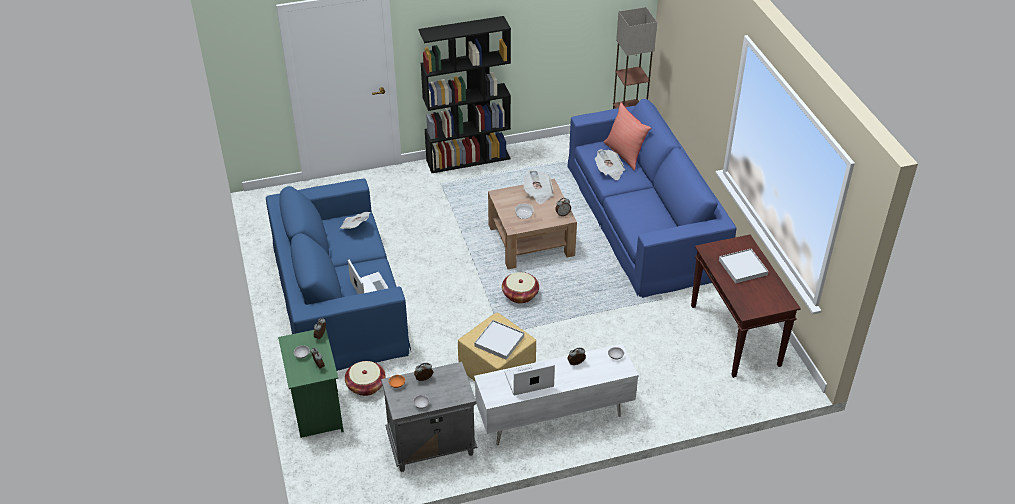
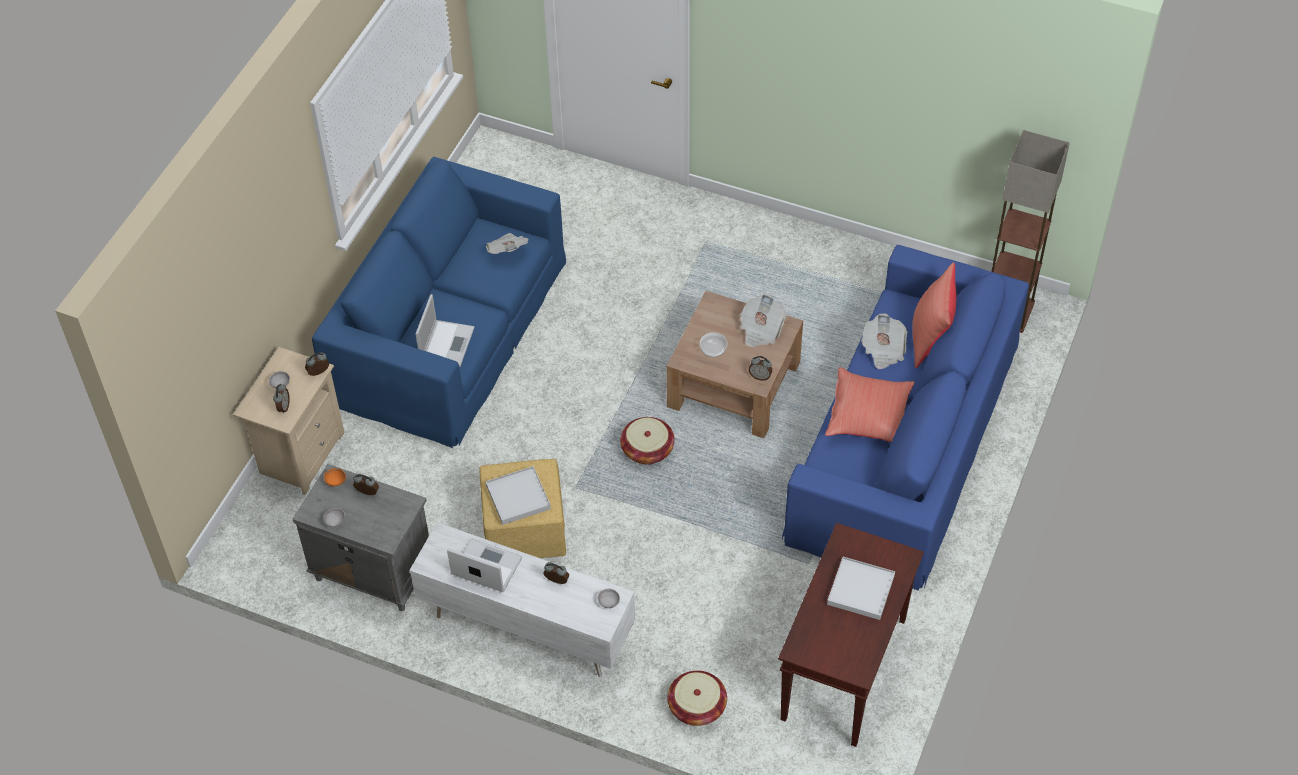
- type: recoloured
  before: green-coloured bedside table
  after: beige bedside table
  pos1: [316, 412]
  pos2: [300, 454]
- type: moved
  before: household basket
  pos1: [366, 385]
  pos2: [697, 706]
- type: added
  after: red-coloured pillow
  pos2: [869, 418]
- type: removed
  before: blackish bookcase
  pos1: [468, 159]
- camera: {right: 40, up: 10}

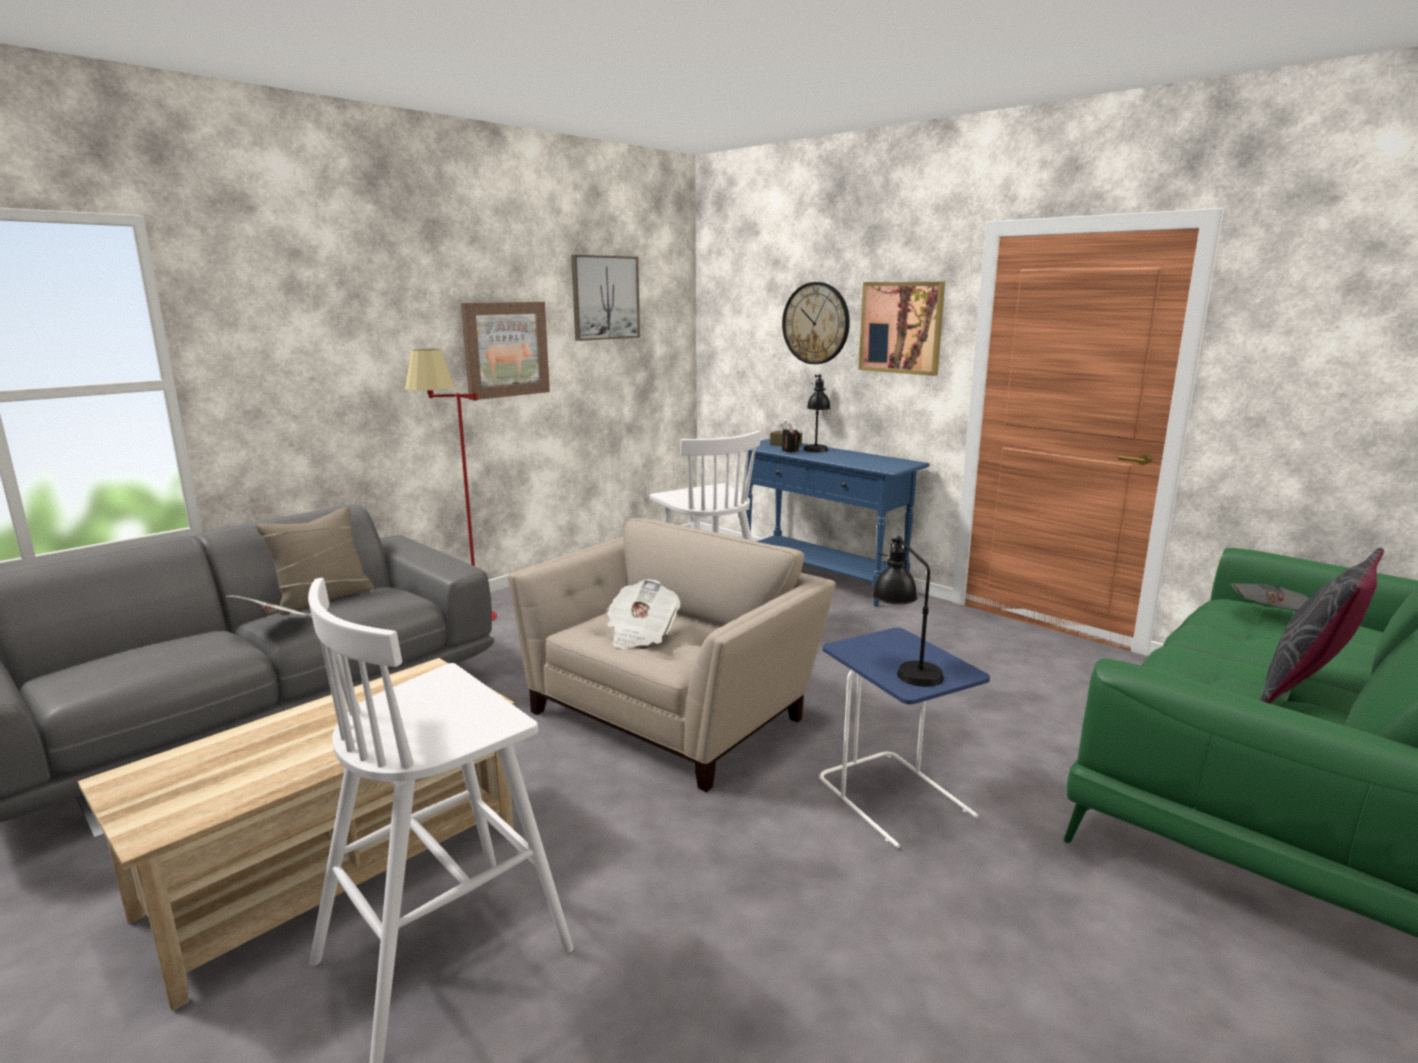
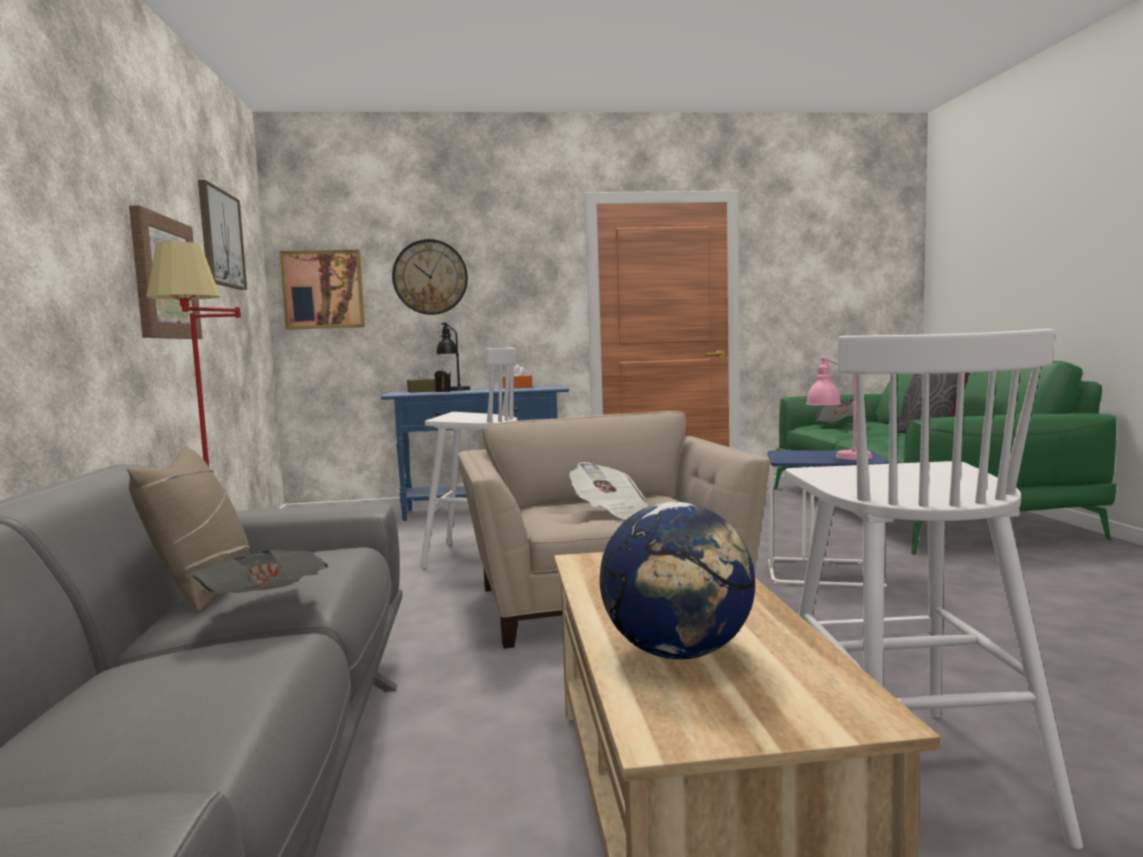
- type: moved
  before: wall art
  pos1: [901, 327]
  pos2: [323, 290]
- type: added
  after: orangey tissue box
  pos2: [517, 387]
- type: added
  after: globe
  pos2: [678, 652]
- type: recoloured
  before: blackish tabletop lamp
  after: pinkish tabletop lamp
  pos1: [903, 668]
  pos2: [838, 457]
- camera: {right: -50, up: -10}

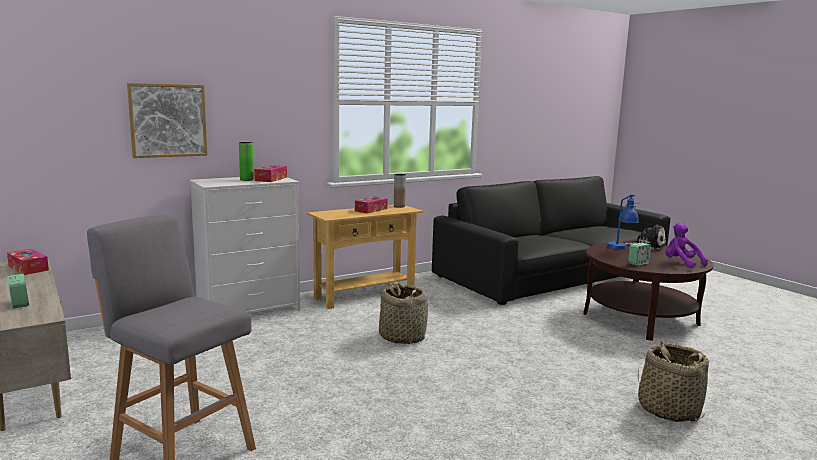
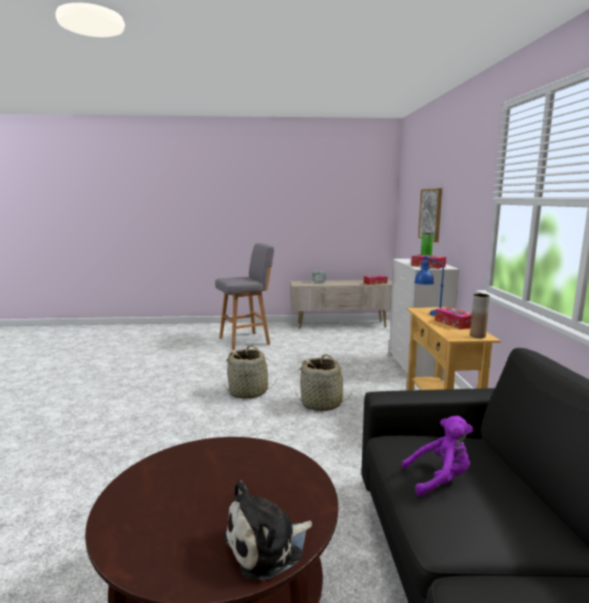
- type: moved
  before: household basket
  pos1: [668, 409]
  pos2: [248, 392]
- type: moved
  before: purplish soft toy
  pos1: [681, 263]
  pos2: [439, 480]
- type: moved
  before: blue-coloured tabletop lamp
  pos1: [621, 248]
  pos2: [430, 313]
- type: removed
  before: bedside clock
  pos1: [638, 263]
- camera: {right: 120, up: 0}

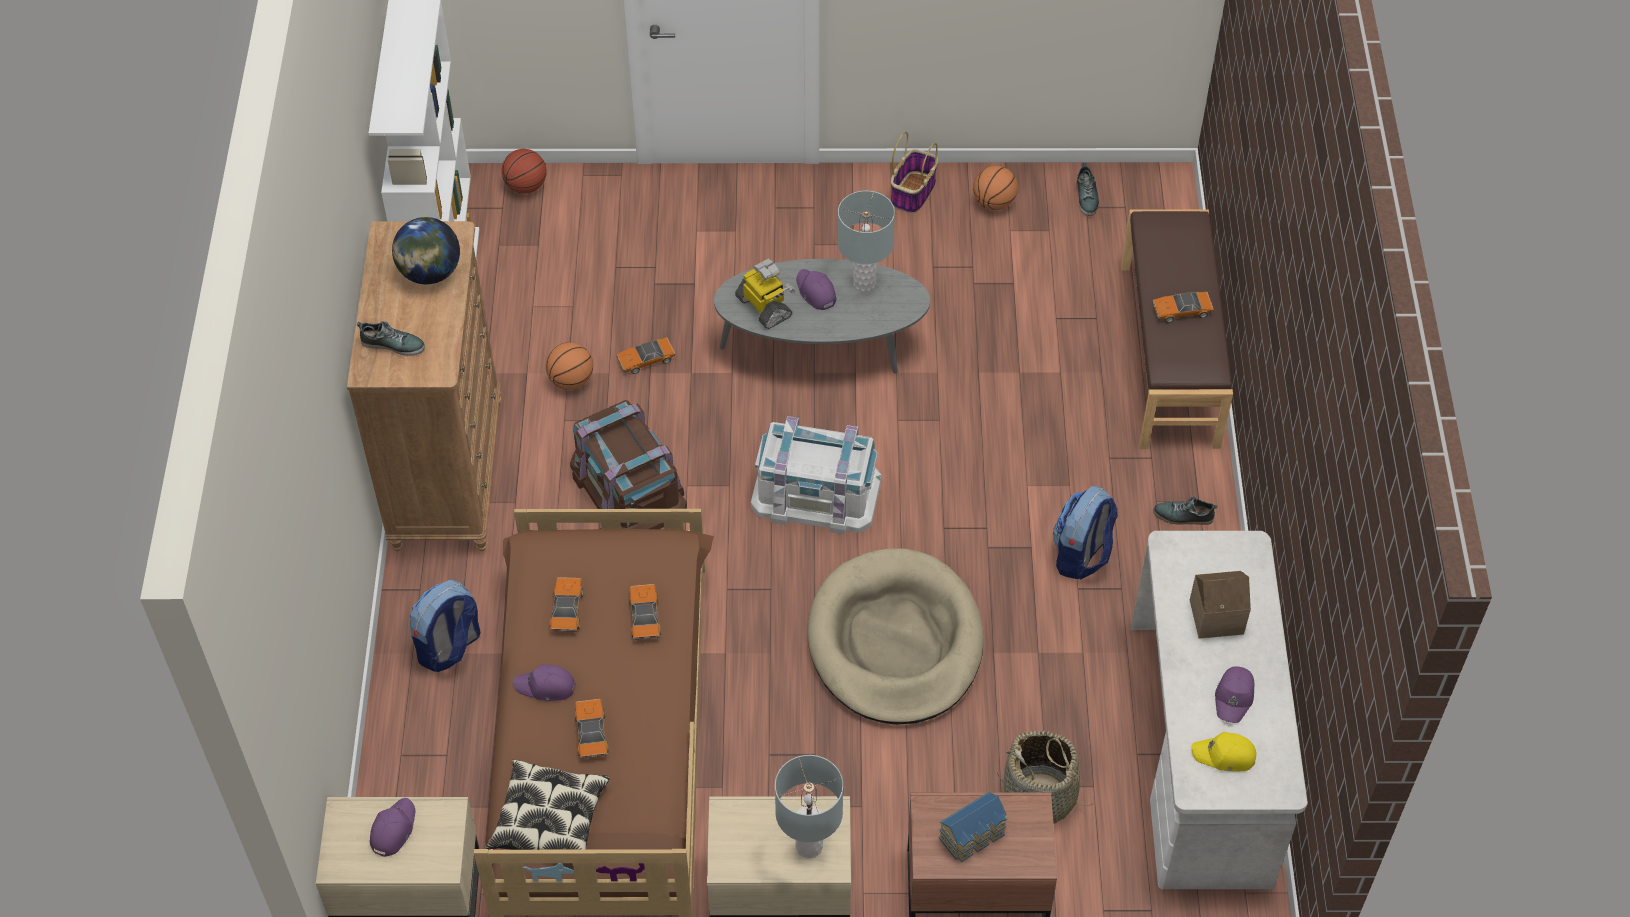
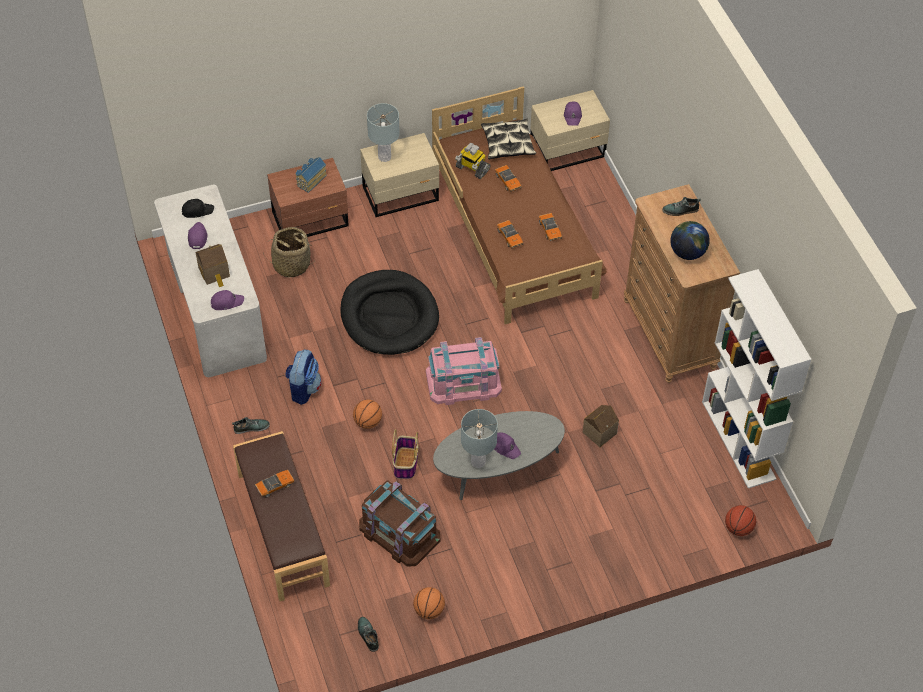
- type: recoloured
  before: yellowish cap
  after: blackish cap
  pos1: [1224, 756]
  pos2: [197, 210]
- type: moved
  before: purplish cap
  pos1: [546, 687]
  pos2: [226, 302]
- type: recoloured
  before: beige dog cushion
  after: blackish dog cushion
  pos1: [895, 642]
  pos2: [389, 316]
- type: moved
  before: basketball
  pos1: [571, 380]
  pos2: [368, 422]
- type: moved
  before: brown-coloured storage container
  pos1: [627, 487]
  pos2: [400, 531]
- type: moved
  before: household basket
  pos1: [913, 192]
  pos2: [406, 464]
- type: recoloured
  before: white-coloured storage container
  after: pinkish storage container
  pos1: [816, 492]
  pos2: [463, 382]
- type: moved
  before: model robot
  pos1: [765, 307]
  pos2: [472, 168]
- type: replaced
  before: miniature car
  after: toy house
  pos1: [646, 360]
  pos2: [598, 432]
- type: removed
  before: backpack
  pos1: [449, 648]
- camera: {right: 160, up: 0}

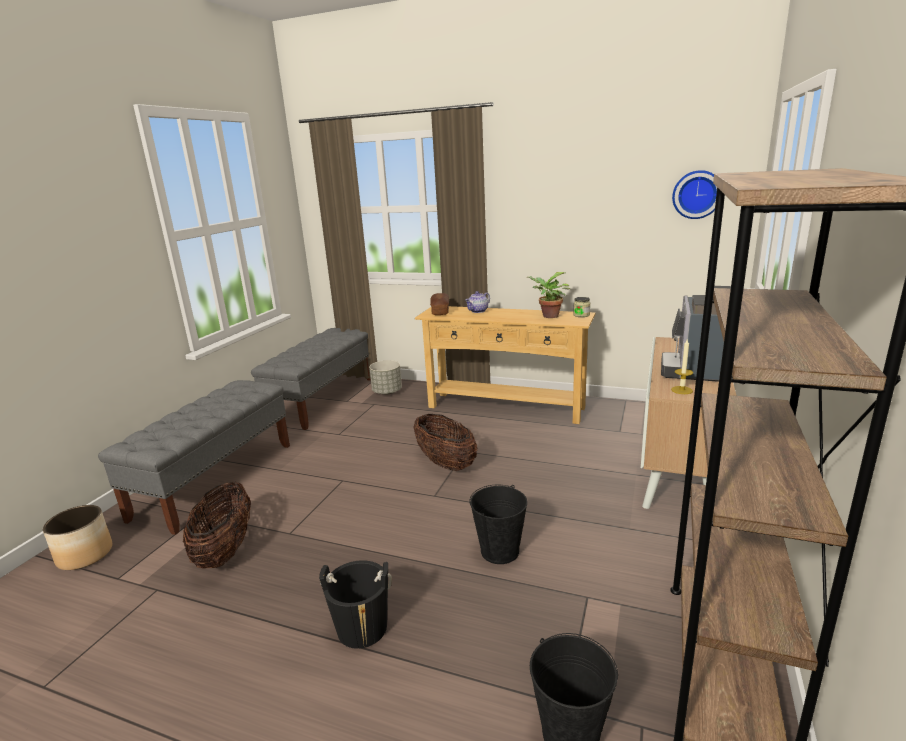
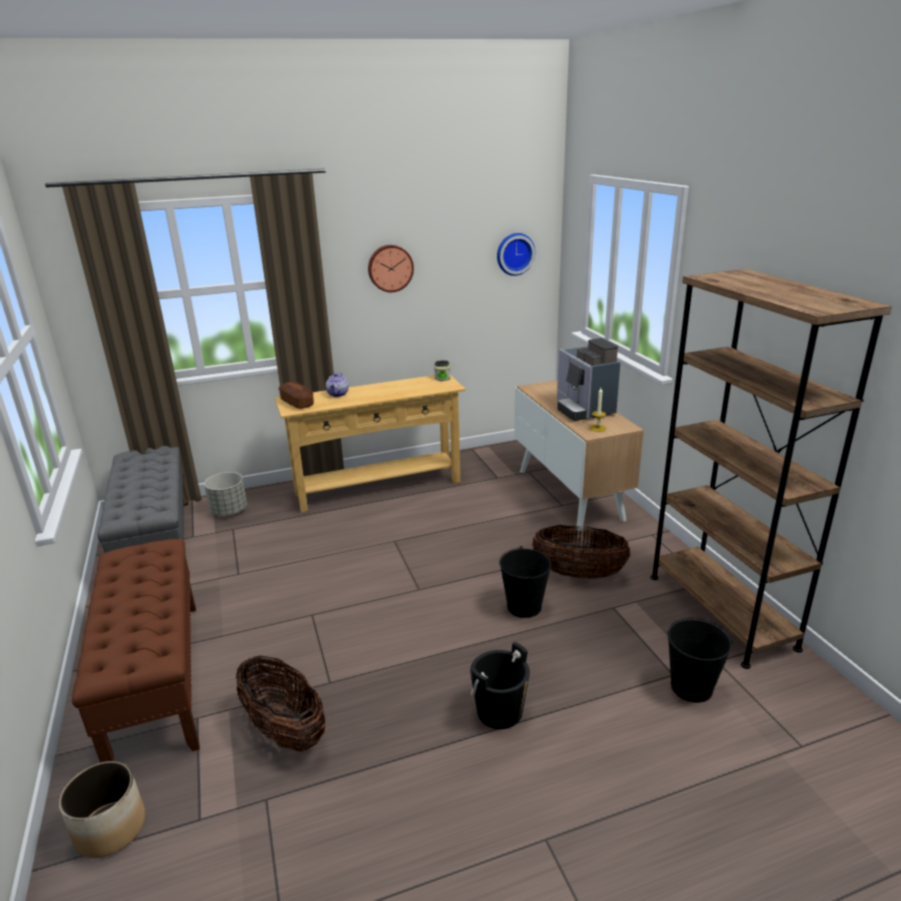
- type: recoloured
  before: greyish indoor bench
  after: brown-coloured indoor bench
  pos1: [216, 479]
  pos2: [156, 679]
- type: added
  after: hanging clock
  pos2: [390, 268]
- type: moved
  before: household basket
  pos1: [445, 463]
  pos2: [578, 574]
- type: removed
  before: potted plant
  pos1: [548, 316]
- camera: {right: -40, up: 5}

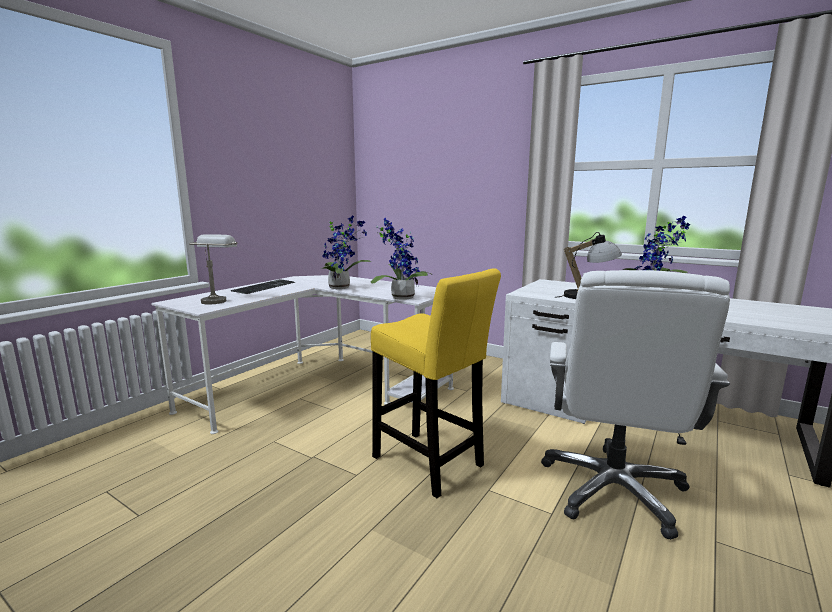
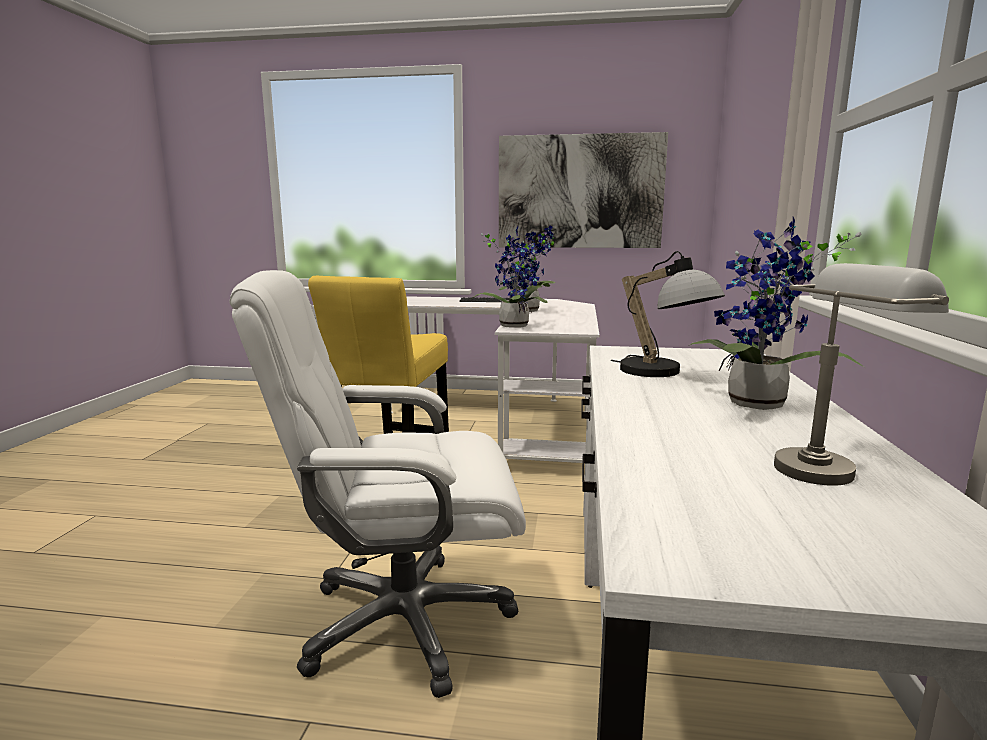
- type: added
  after: wall art
  pos2: [580, 192]
- type: moved
  before: greyish tabletop lamp
  pos1: [218, 299]
  pos2: [832, 466]
- camera: {right: 65, up: 0}

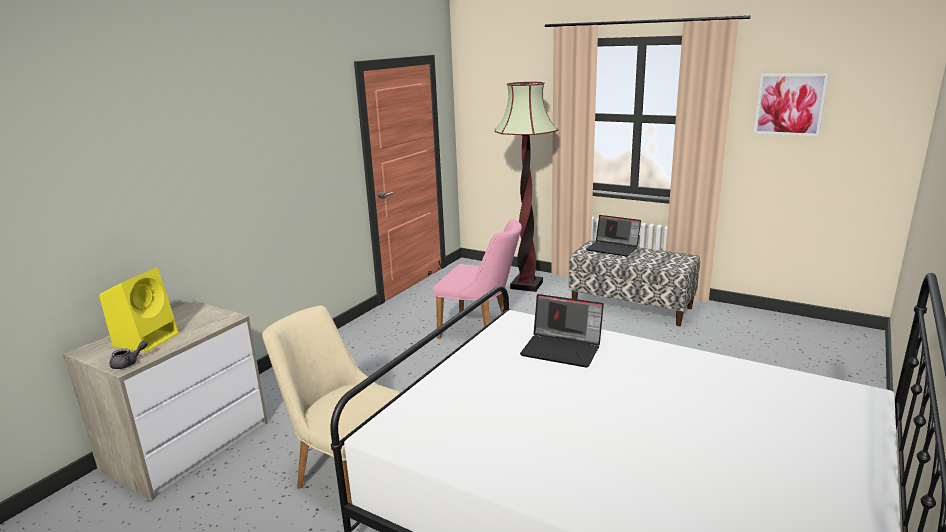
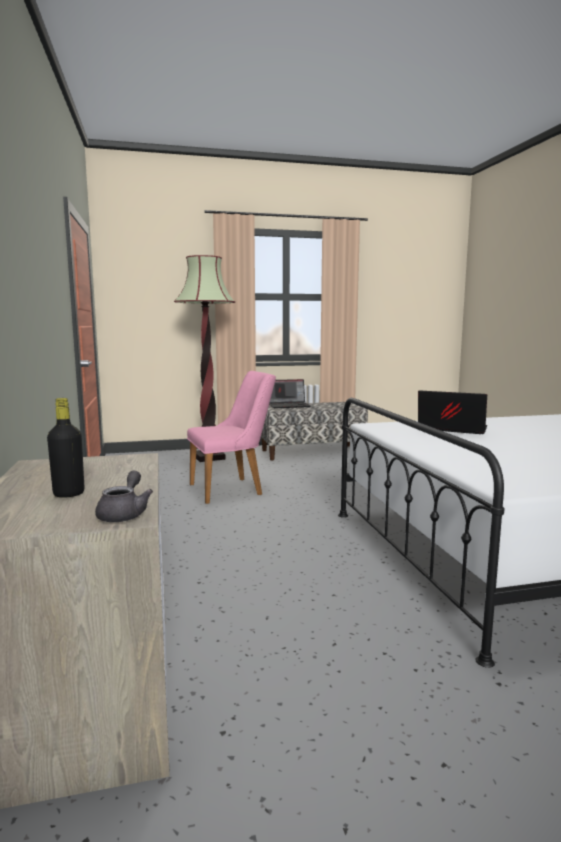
- type: replaced
  before: yellowish speaker
  after: blackish beverage bottle
  pos1: [147, 339]
  pos2: [69, 494]
- type: turned
  before: laptop
  pos1: [562, 349]
  pos2: [451, 429]
  turn: -135
- type: removed
  before: beige chair
  pos1: [346, 473]
- type: removed
  before: wall art
  pos1: [789, 104]
- camera: {right: -45, up: -10}

